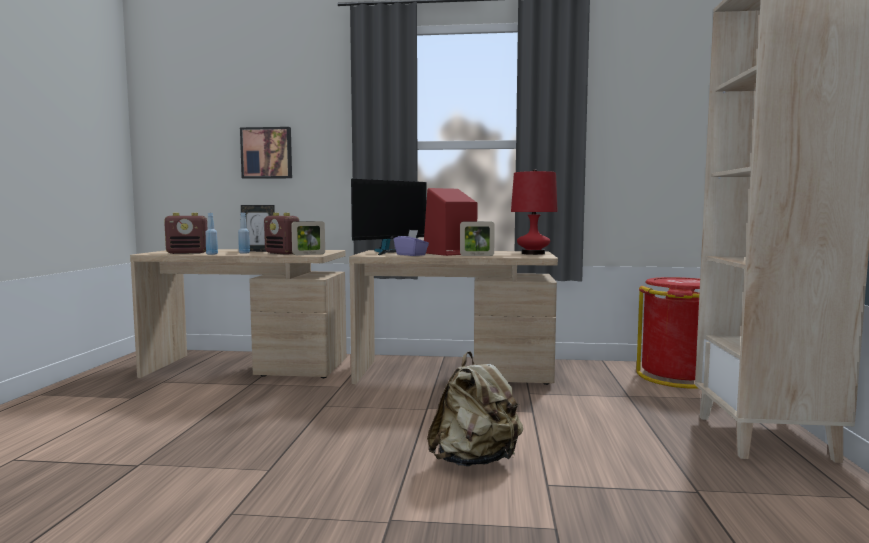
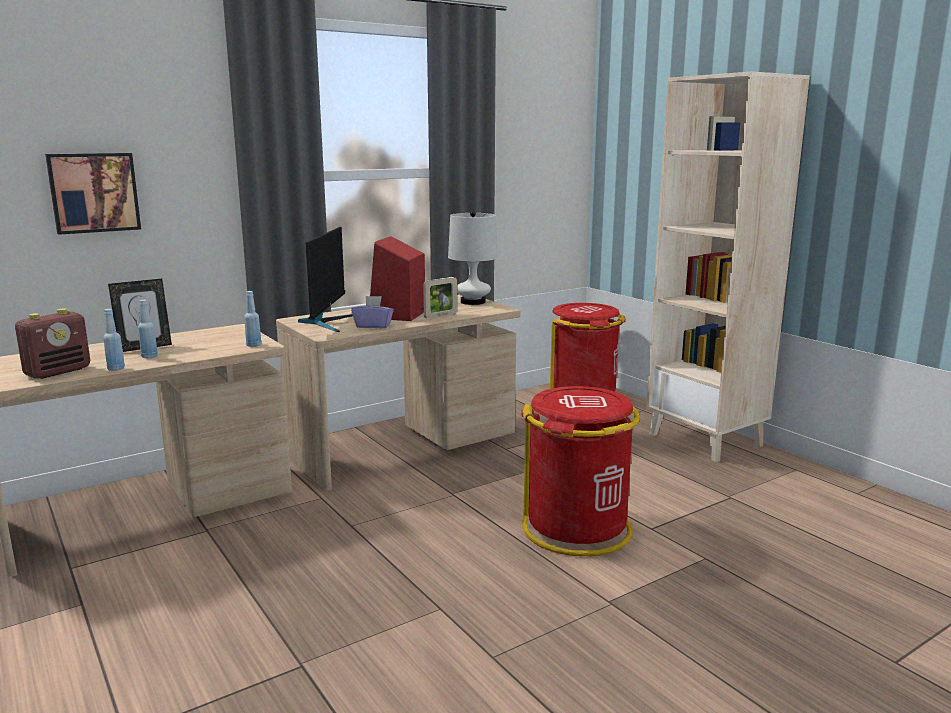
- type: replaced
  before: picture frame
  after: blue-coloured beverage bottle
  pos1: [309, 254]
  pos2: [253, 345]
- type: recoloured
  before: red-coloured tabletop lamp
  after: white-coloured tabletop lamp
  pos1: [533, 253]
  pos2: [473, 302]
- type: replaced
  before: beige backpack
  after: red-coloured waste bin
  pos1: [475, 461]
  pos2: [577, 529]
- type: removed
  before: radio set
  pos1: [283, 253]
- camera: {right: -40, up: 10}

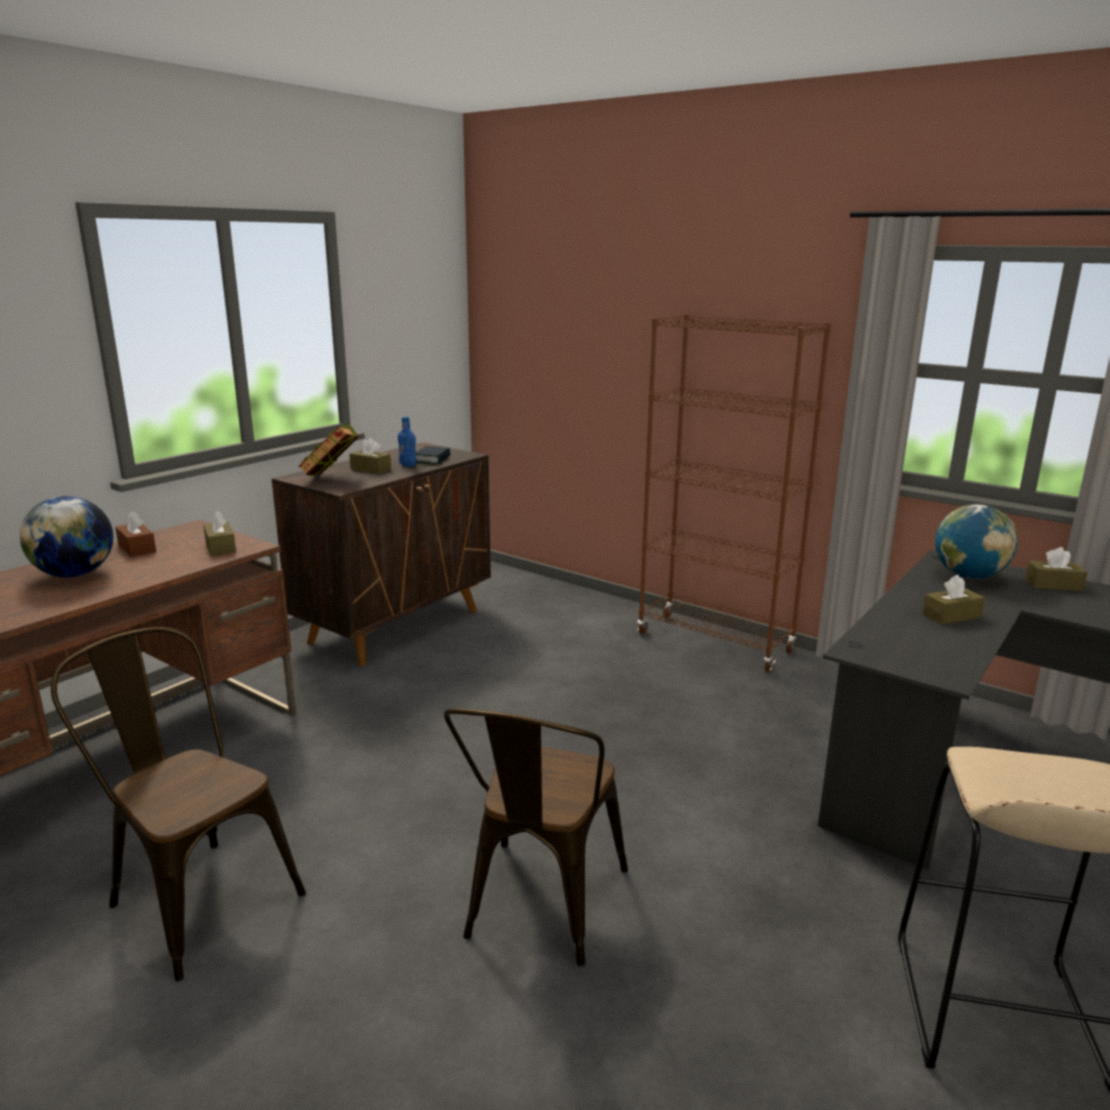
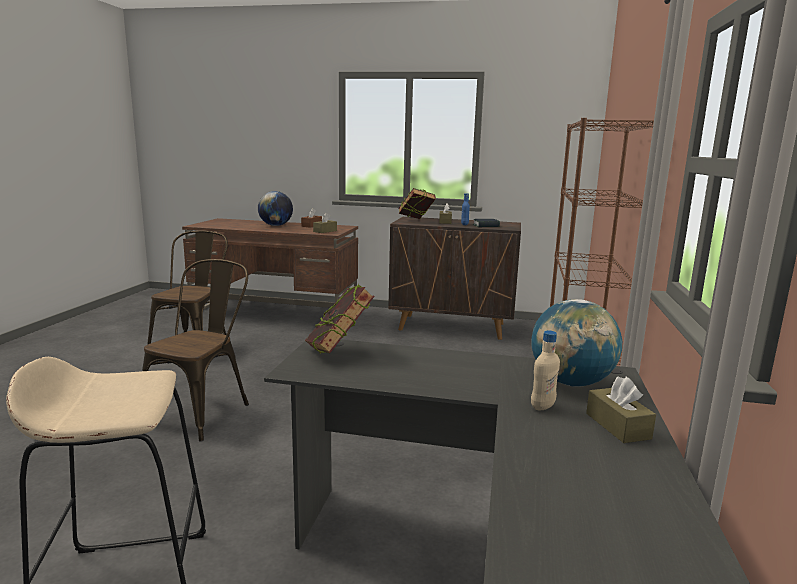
- type: turned
  before: brown-coloured chair
  pos1: [539, 910]
  pos2: [203, 411]
  turn: 120
- type: added
  after: bound book
  pos2: [339, 352]
- type: added
  after: beige beverage bottle
  pos2: [542, 406]
- type: removed
  before: brown-coloured tissue box
  pos1: [951, 616]
- camera: {right: 65, up: -5}

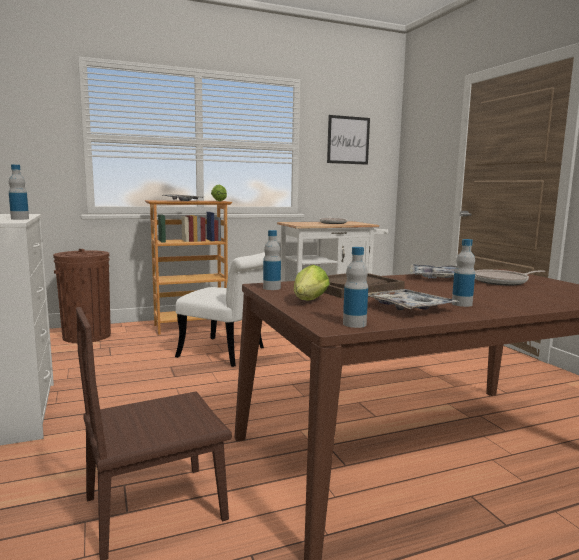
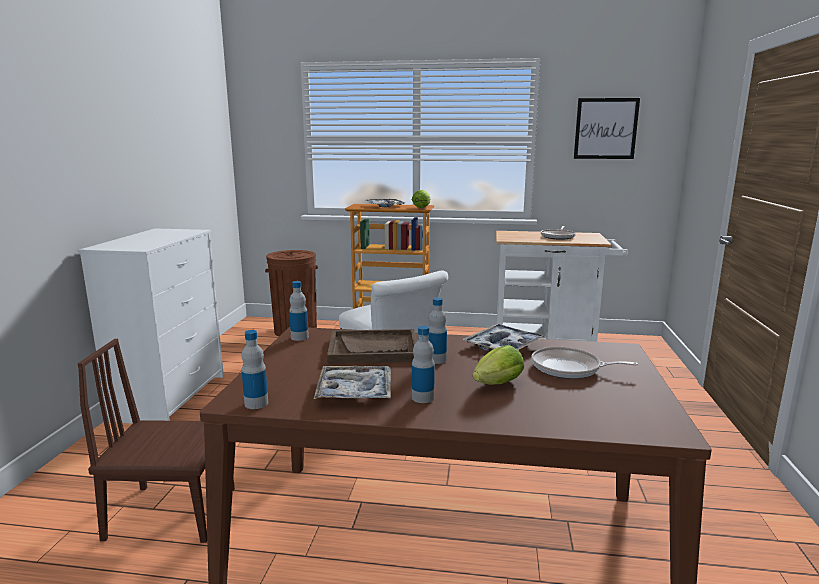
- type: moved
  before: beverage bottle
  pos1: [20, 219]
  pos2: [436, 360]
- type: moved
  before: head of lettuce
  pos1: [308, 301]
  pos2: [496, 385]
- camera: {right: 30, up: 5}

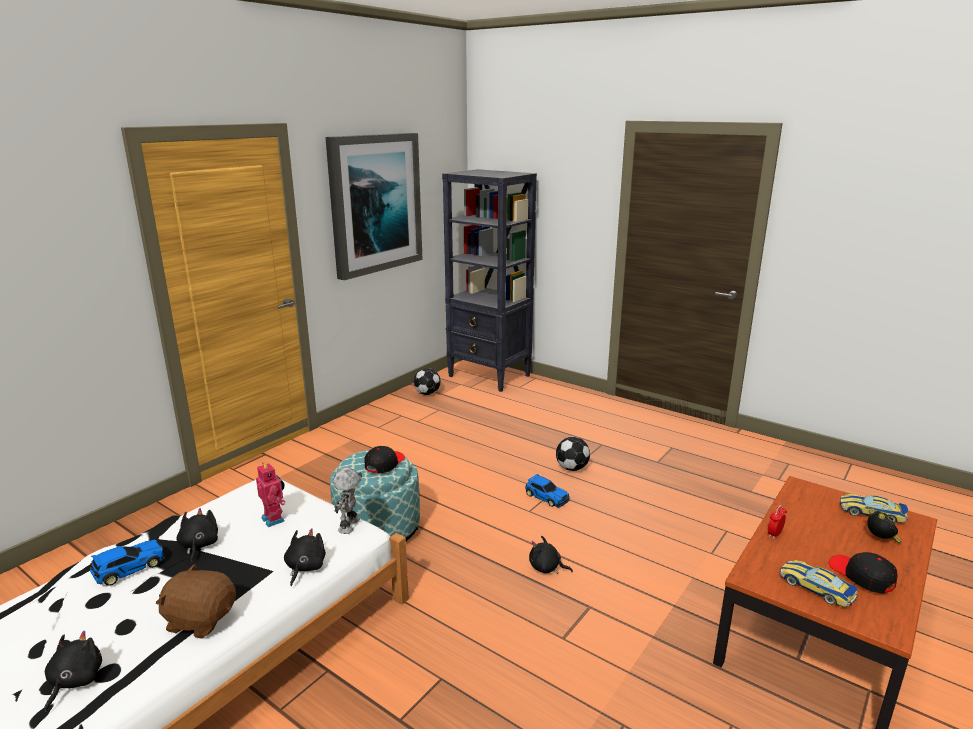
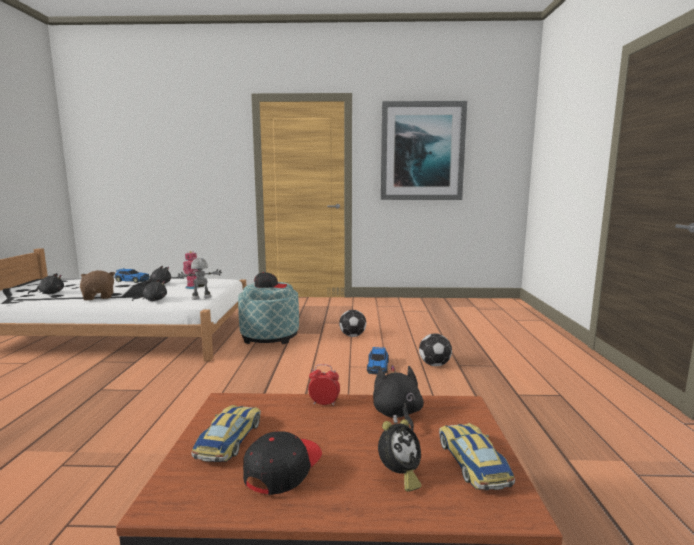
- type: moved
  before: football
  pos1: [427, 393]
  pos2: [353, 336]
- type: moved
  before: blackish soft toy
  pos1: [546, 568]
  pos2: [397, 414]
- type: removed
  before: blackish bookcase
  pos1: [489, 376]
- camera: {right: 55, up: -10}

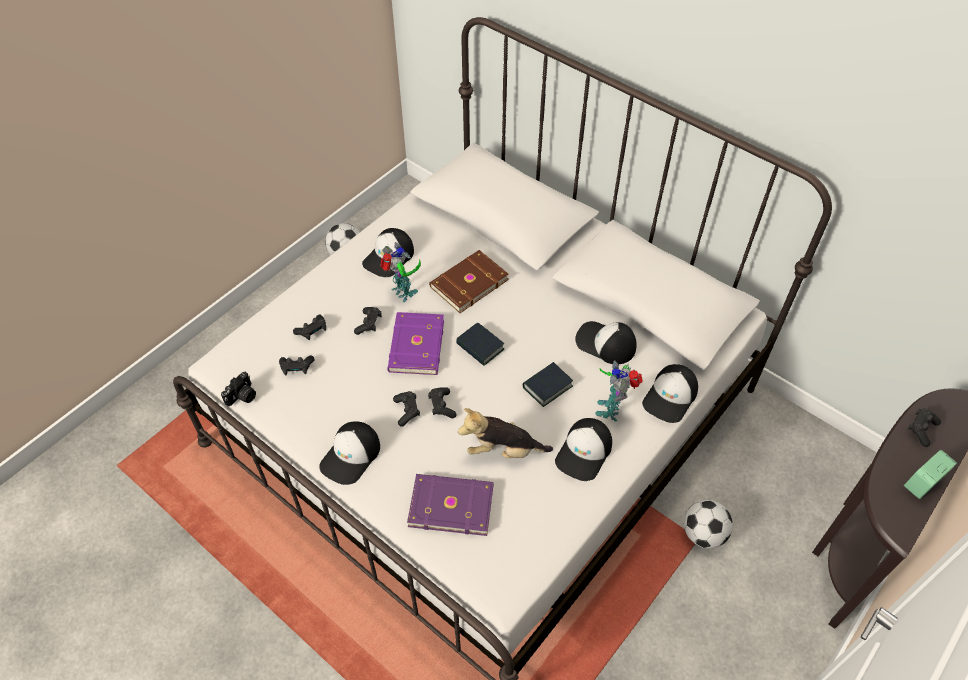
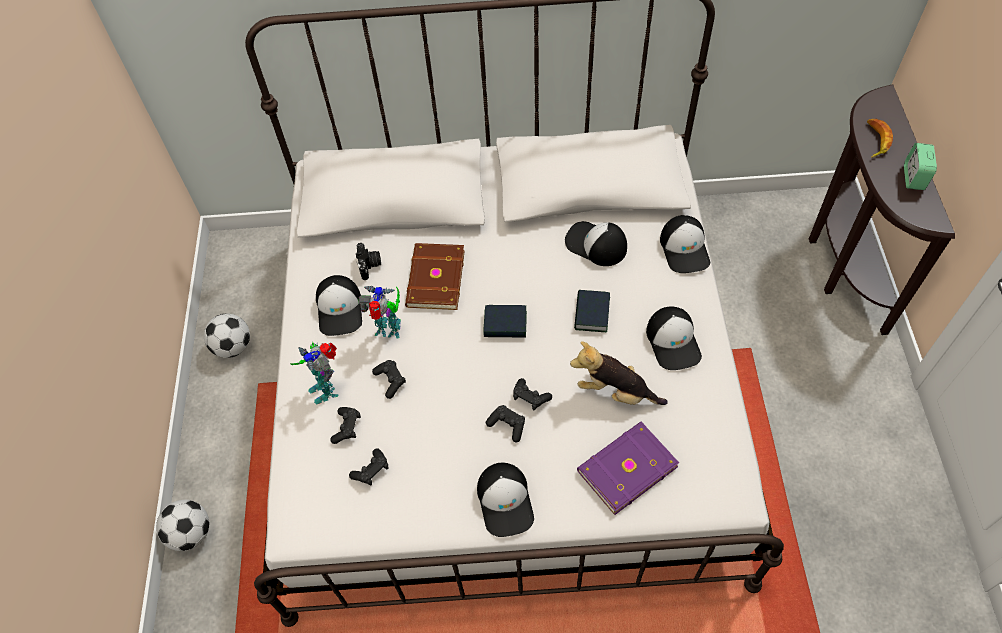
- type: moved
  before: football
  pos1: [703, 534]
  pos2: [191, 533]
- type: moved
  before: model robot
  pos1: [611, 409]
  pos2: [326, 388]
- type: moved
  before: still camera
  pos1: [242, 397]
  pos2: [370, 265]
- type: turned
  before: cap
  pos1: [605, 343]
  pos2: [595, 244]
  turn: 45
- type: turned
  before: soft toy
  pos1: [503, 450]
  pos2: [615, 391]
  turn: 60
- type: replaced
  before: blackish gamepad
  after: banana
  pos1: [921, 429]
  pos2: [875, 140]
- type: removed
  before: purplish bound book
  pos1: [415, 346]
- camera: {right: -40, up: 5}

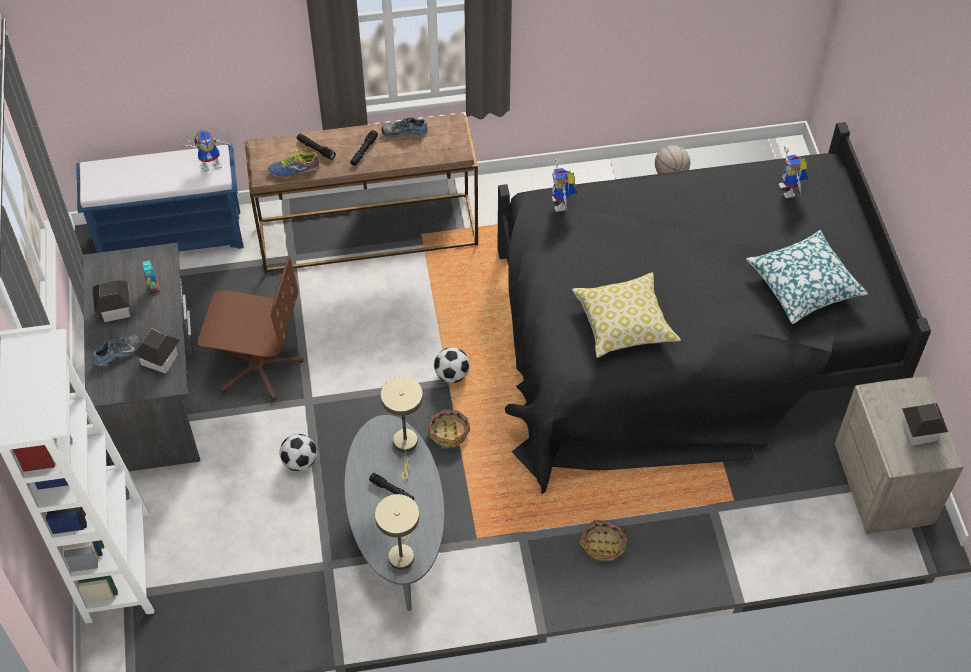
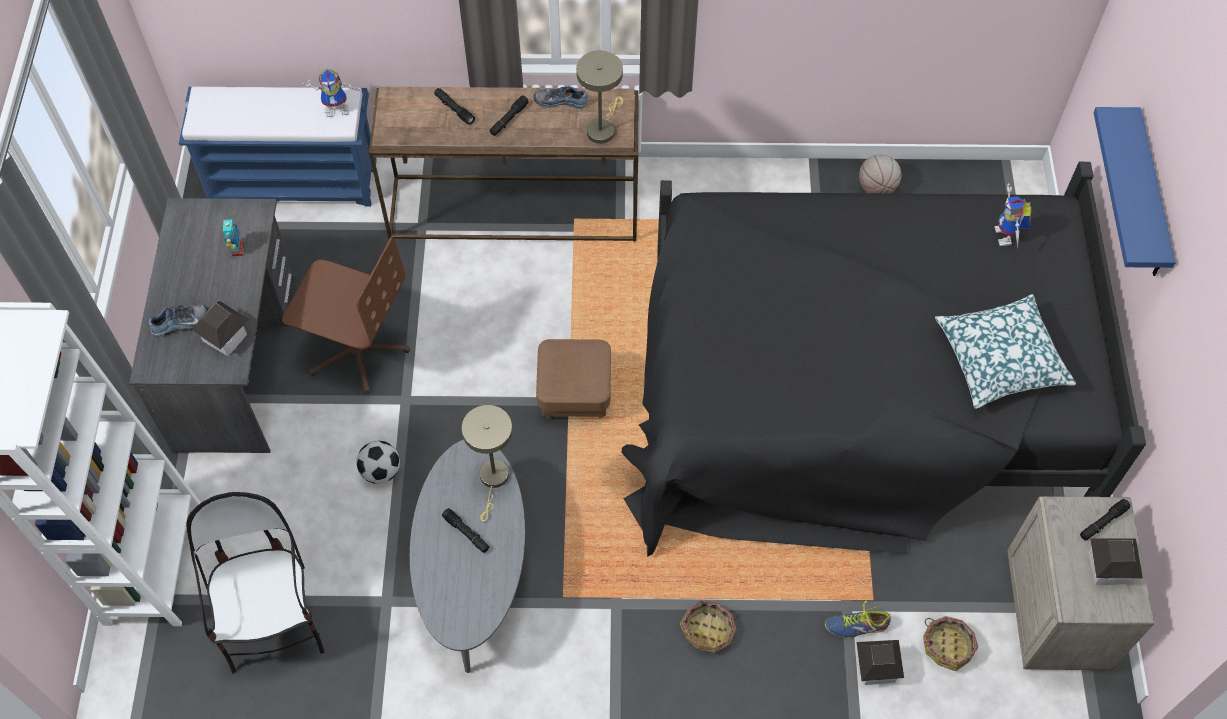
- type: added
  after: chair
  pos2: [273, 620]
- type: replaced
  before: football
  after: brown-coloured footrest
  pos1: [452, 375]
  pos2: [574, 394]
- type: moved
  before: beige tabletop lamp
  pos1: [402, 553]
  pos2: [602, 129]
- type: moved
  before: shoe
  pos1: [294, 169]
  pos2: [856, 626]
- type: moved
  before: toy house
  pos1: [115, 309]
  pos2: [876, 668]
- type: moved
  before: household basket
  pos1: [449, 432]
  pos2: [947, 646]
- type: added
  after: blackish torch
  pos2: [1102, 522]
- type: added
  after: blue-coloured wall shelf
  pos2: [1149, 198]
- type: removed
  before: model robot
  pos1: [562, 204]
- type: removed
  before: pillow
  pos1: [624, 324]
- camera: {right: 10, up: 5}

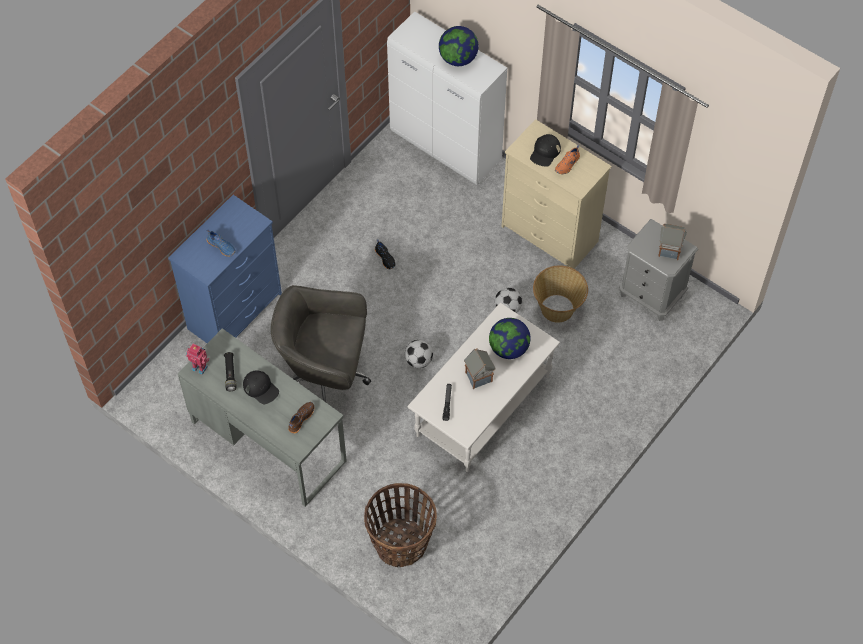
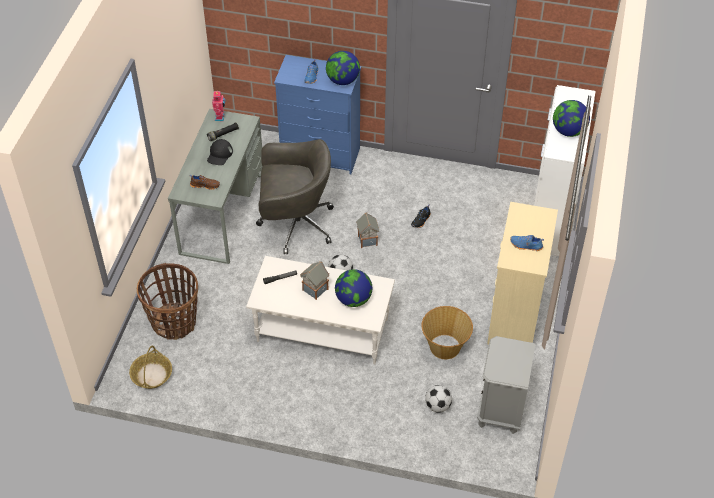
- type: added
  after: household basket
  pos2: [151, 375]
- type: turned
  before: greyish desk chair
  pos1: [325, 376]
  pos2: [295, 224]
  turn: 105
- type: added
  after: globe
  pos2: [342, 80]
- type: moved
  before: toy house
  pos1: [669, 250]
  pos2: [367, 240]
- type: moved
  before: football
  pos1: [508, 308]
  pos2: [438, 406]
- type: recoloured
  before: orangey shoe
  after: blue-coloured shoe
  pos1: [567, 165]
  pos2: [526, 246]
- type: removed
  before: blackish cap
  pos1: [545, 152]
- camera: {right: 65, up: -10}

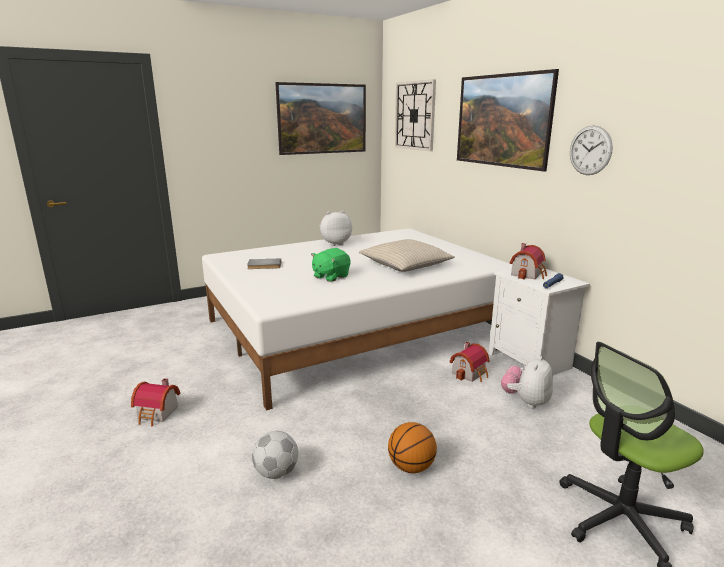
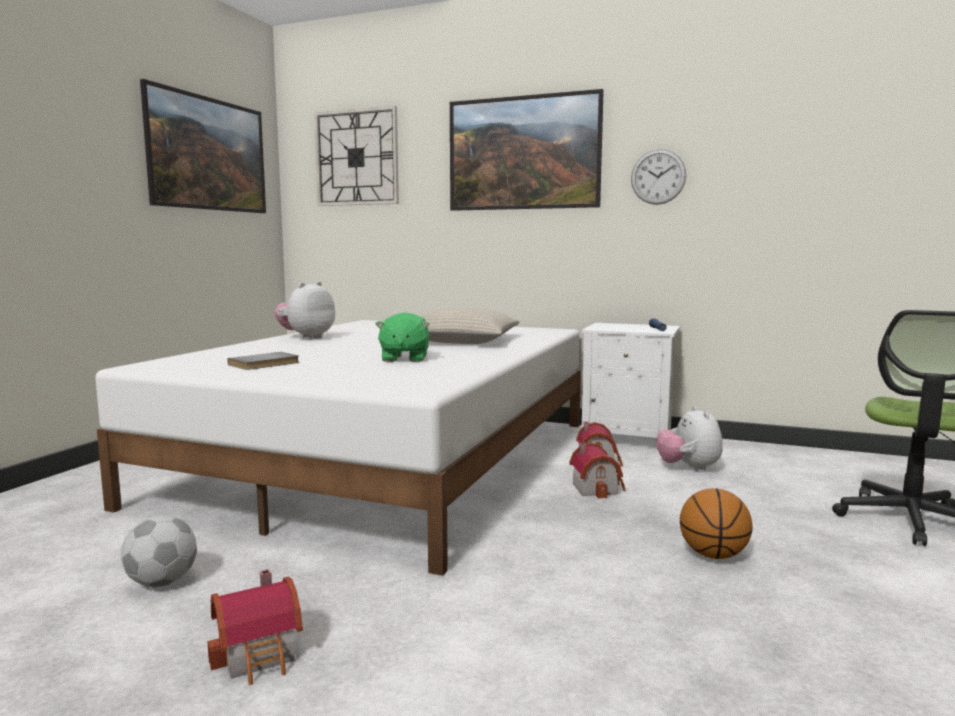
- type: moved
  before: football
  pos1: [276, 472]
  pos2: [161, 582]
- type: moved
  before: toy house
  pos1: [528, 274]
  pos2: [597, 488]
- camera: {right: -40, up: -10}

